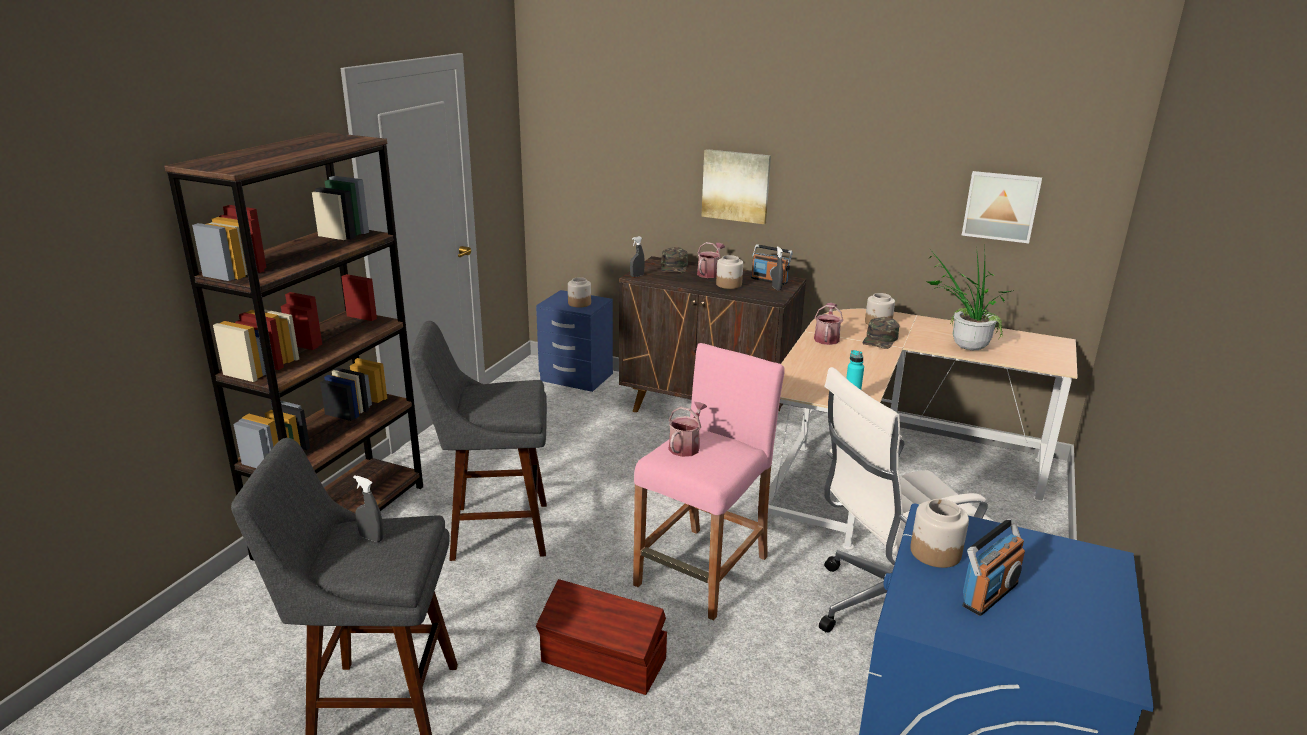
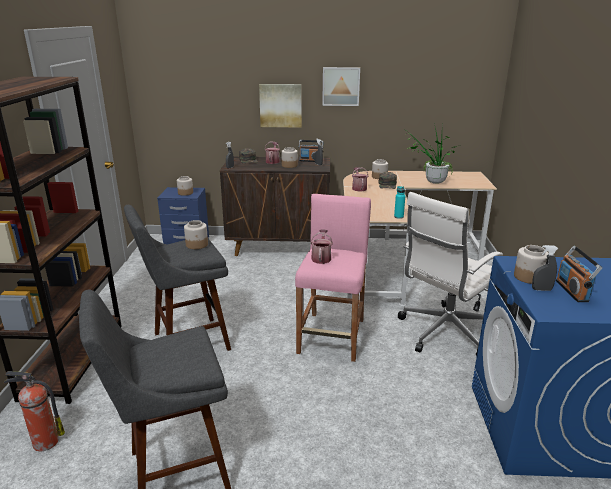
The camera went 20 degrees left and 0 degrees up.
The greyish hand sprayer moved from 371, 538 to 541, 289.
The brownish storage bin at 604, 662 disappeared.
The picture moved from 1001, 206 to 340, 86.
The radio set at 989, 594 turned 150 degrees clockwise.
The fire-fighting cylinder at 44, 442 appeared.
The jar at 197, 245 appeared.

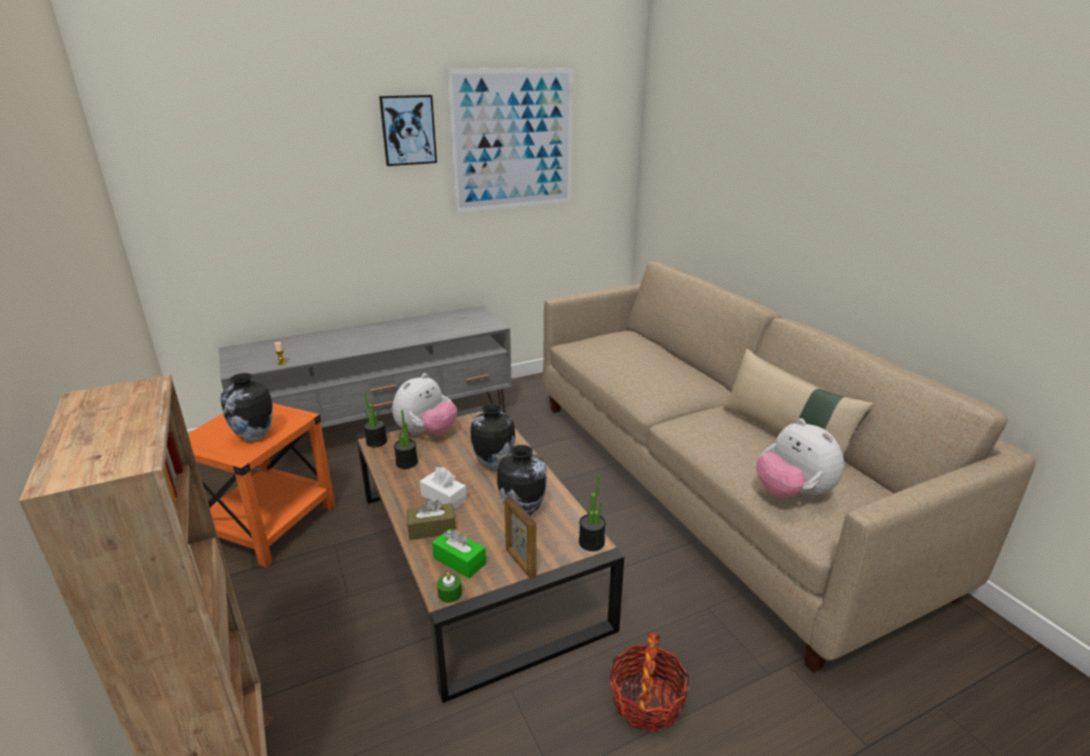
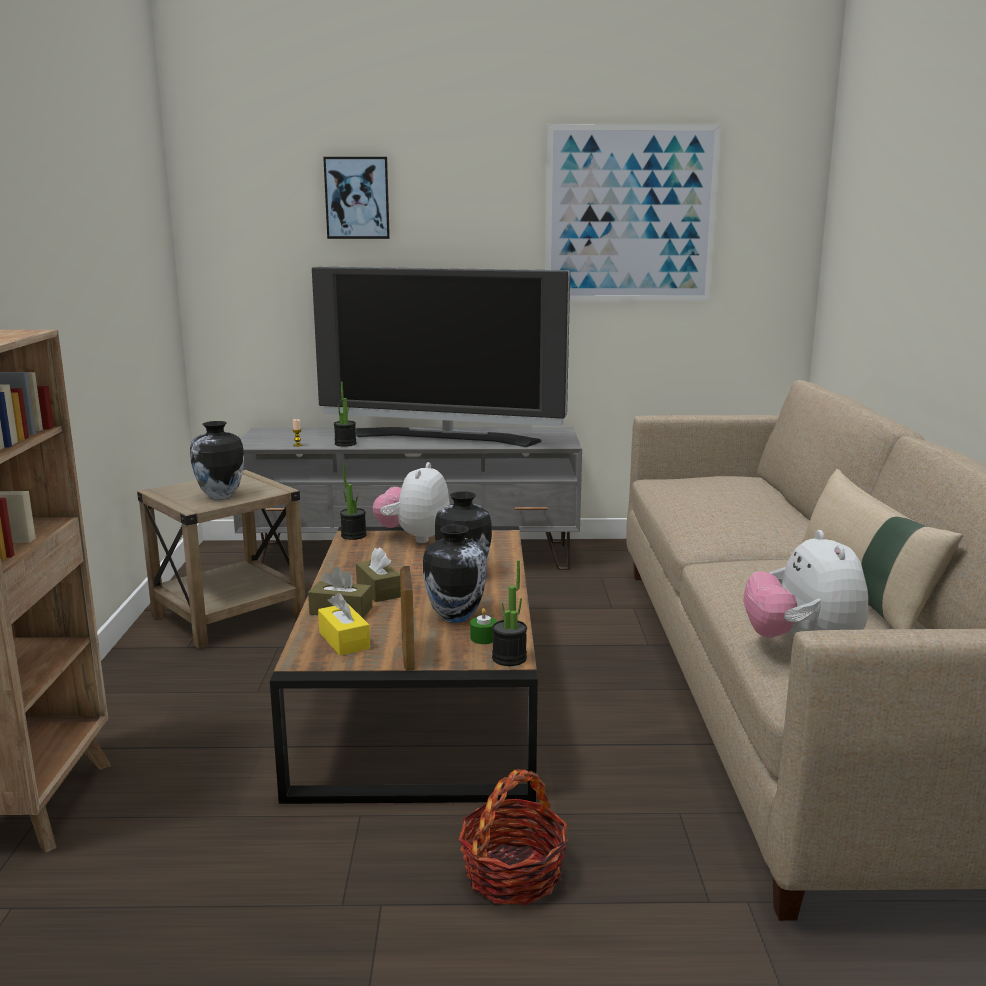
The camera went 25 degrees right and 10 degrees down.
The orangey accent table at 269, 524 became the beige-coloured accent table at 230, 616.
The picture moved from 408, 130 to 357, 198.
The cuddly toy at 426, 433 turned 135 degrees clockwise.
The potted plant moved from 407, 463 to 345, 444.
The white-coloured tissue box at 444, 498 became the brownish tissue box at 379, 590.
The greenish tissue box at 459, 561 became the yellowish tissue box at 344, 640.
The greenish wax light moved from 450, 593 to 483, 638.
The TV at 445, 438 appeared.

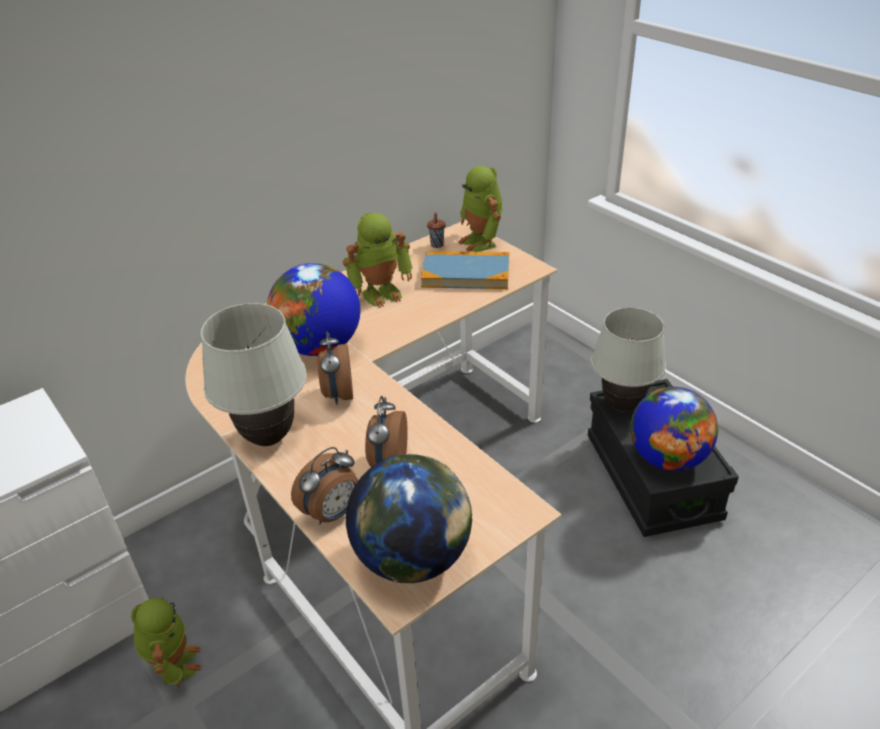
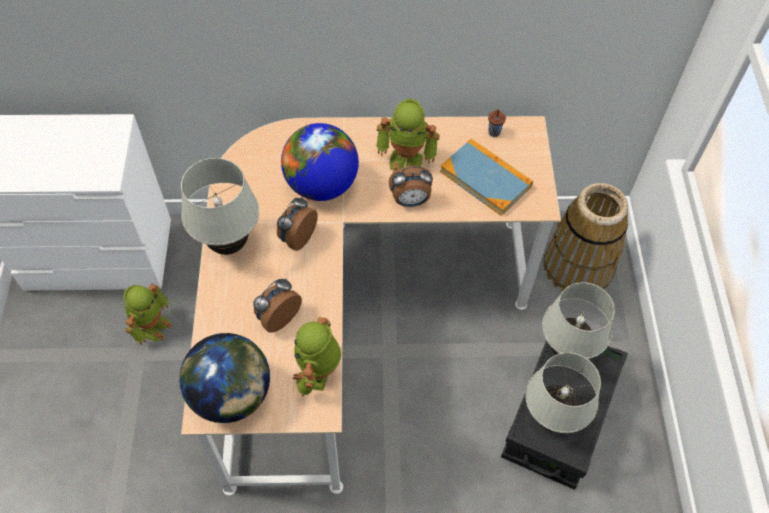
The camera went 35 degrees right and 20 degrees up.
The table clock moved from 332, 513 to 410, 201.
The robot figure moved from 481, 242 to 318, 373.
The world globe at 667, 458 was replaced by the white-coloured tabletop lamp at 551, 419.
The household basket at 578, 267 appeared.

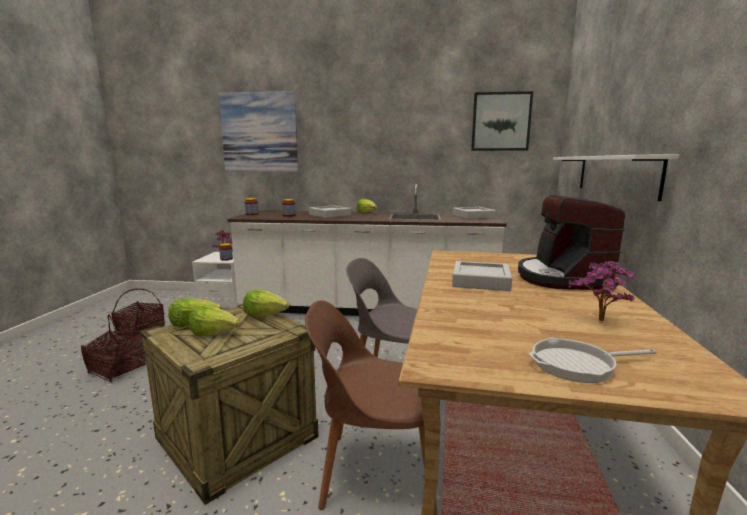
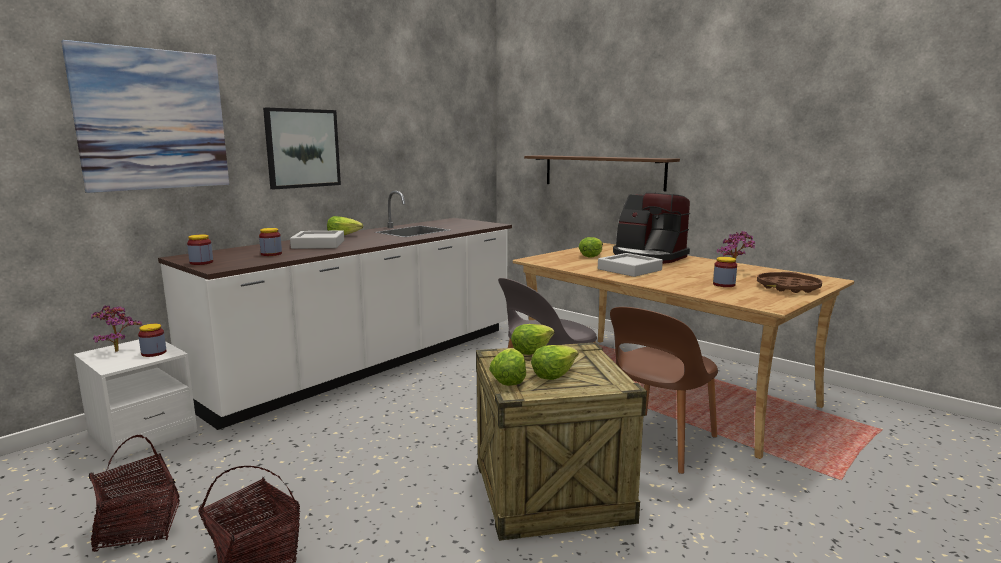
The camera went 55 degrees left and 0 degrees up.
The greyish carrying tray at 473, 216 disappeared.
The picture moved from 500, 122 to 302, 148.
The pan at 578, 364 was replaced by the brownish carrying tray at 788, 287.
The white-coloured shelf at 615, 174 became the brownish shelf at 603, 172.
The head of lettuce at 591, 256 appeared.
The jar at 724, 284 appeared.

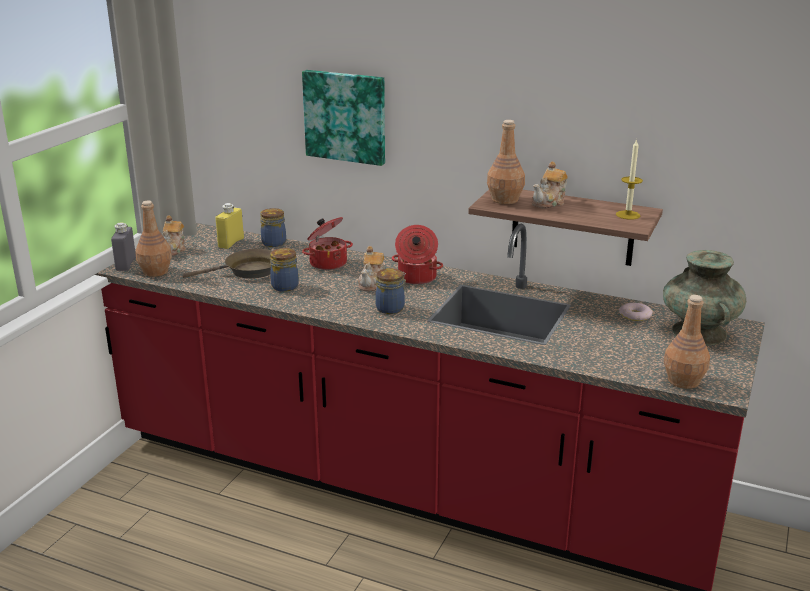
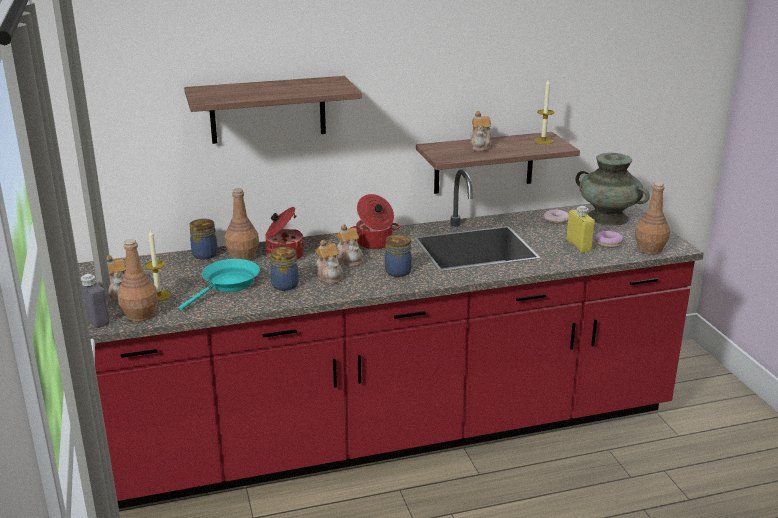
The camera went 40 degrees left and 0 degrees up.
The brownish pan at 248, 271 became the blue-green pan at 228, 284.
The yellowish drink bottle moved from 231, 243 to 578, 246.
The picture at 346, 116 was replaced by the shelf at 268, 110.
The brownish drink bottle moved from 505, 200 to 243, 257.
The wax light at 158, 296 appeared.
The tea pot at 330, 275 appeared.
The donut at 608, 243 appeared.

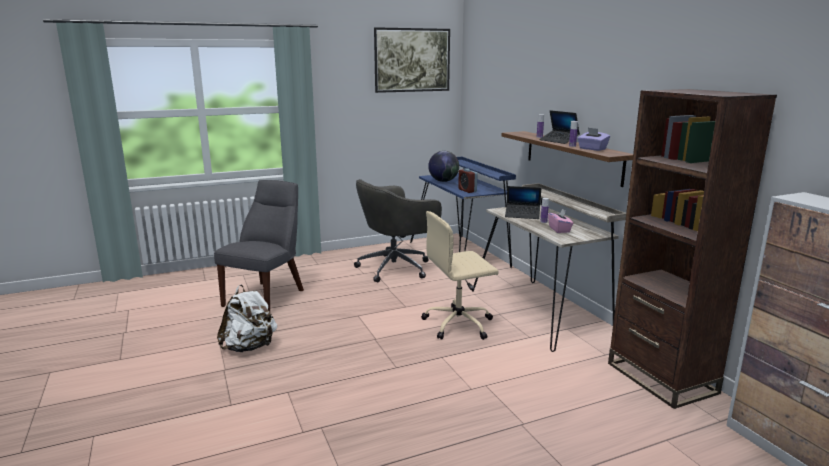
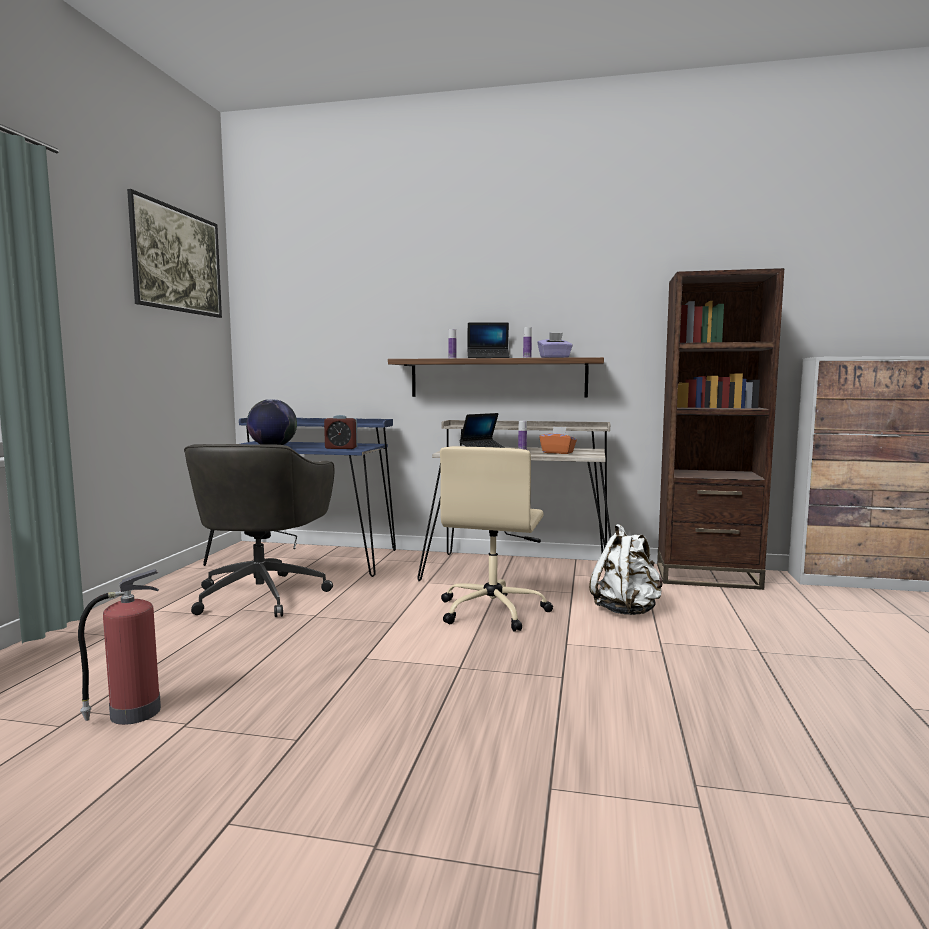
The camera went 55 degrees left and 10 degrees down.
The greyish plain chair at 267, 296 was replaced by the fire-fighting cylinder at 132, 713.
The white-coloured rucksack moved from 249, 347 to 627, 610.
The pinkish tissue box at 559, 229 became the orangey tissue box at 558, 452.

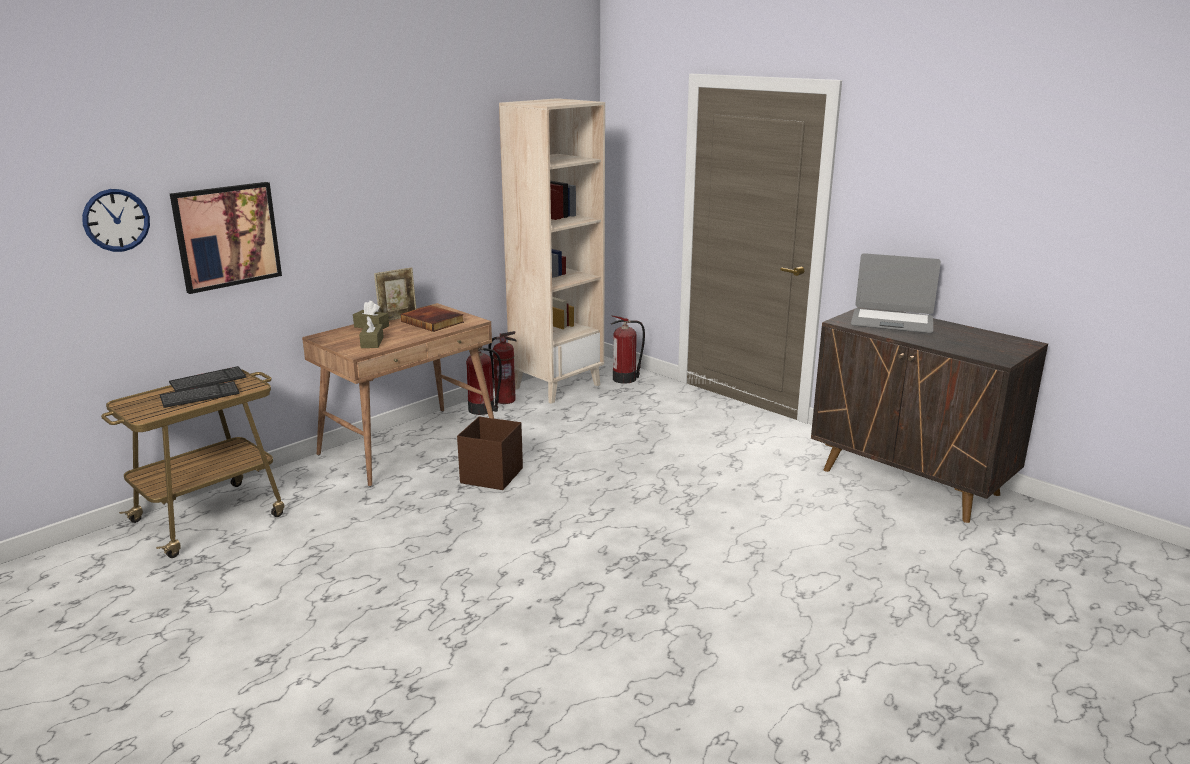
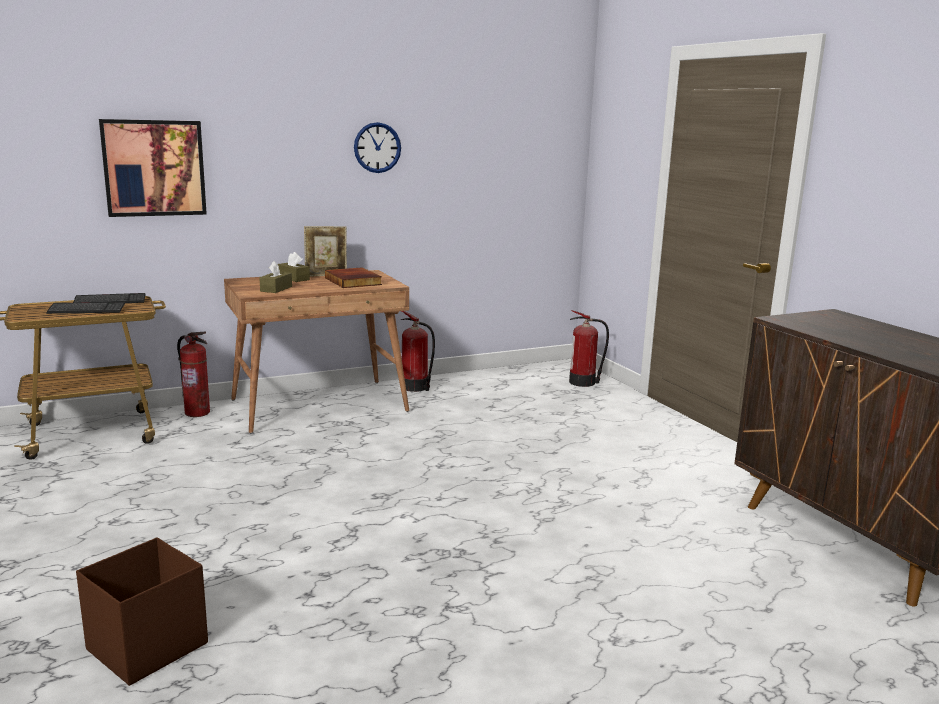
The camera went 20 degrees right and 5 degrees down.
The clock on the wall moved from 116, 220 to 377, 147.
The brownish storage bin moved from 491, 476 to 145, 647.
The fire-fighting cylinder moved from 505, 400 to 198, 412.
The beige-coloured bookshelf at 557, 386 disappeared.
The notebook computer at 892, 322 disappeared.

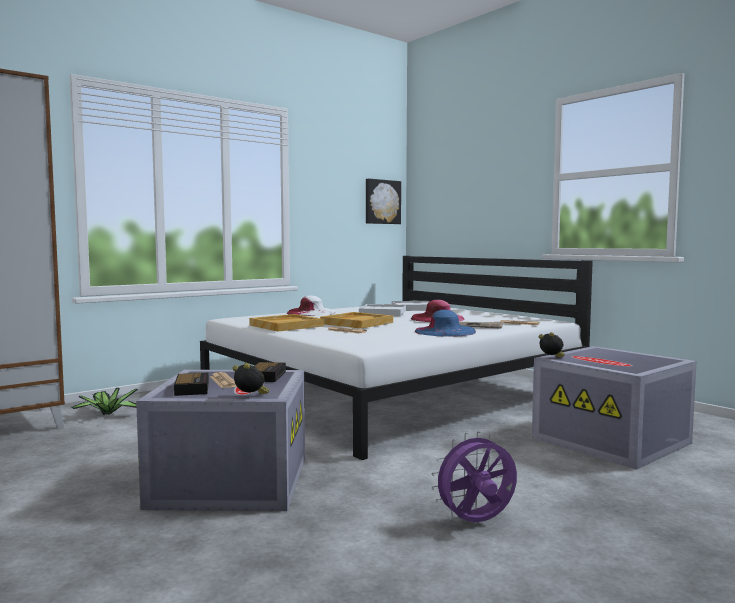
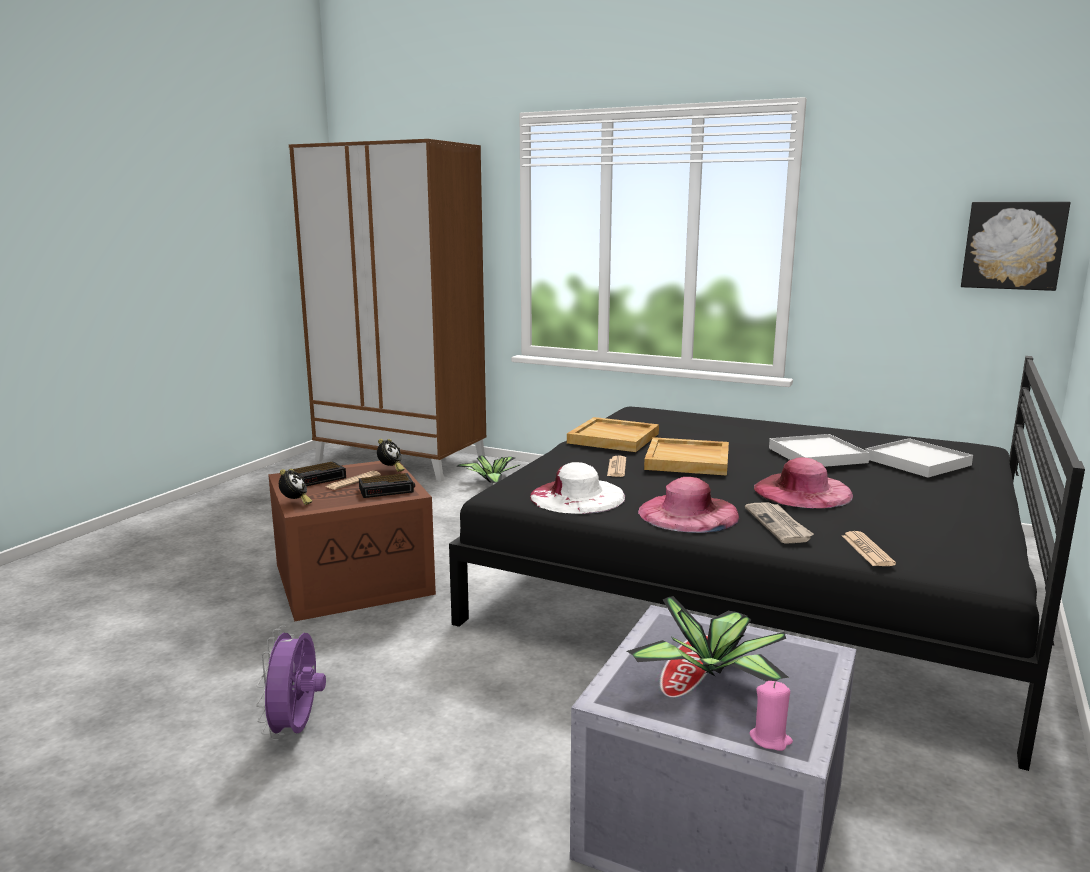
The camera went 65 degrees right and 10 degrees up.
The greyish storage bin at 229, 480 became the brownish storage bin at 355, 578.
The white-coloured sleeping bed at 390, 391 became the black sleeping bed at 757, 580.
The white-coloured wearable hat moved from 311, 312 to 577, 496.
The blue wearable hat at 444, 331 became the pinkish wearable hat at 688, 513.
The purple-coloured electric fan at 476, 523 turned 135 degrees counterclockwise.
The table clock moved from 551, 358 to 390, 469.
The potted plant at 713, 673 appeared.
The pinkish wax light at 770, 739 appeared.

